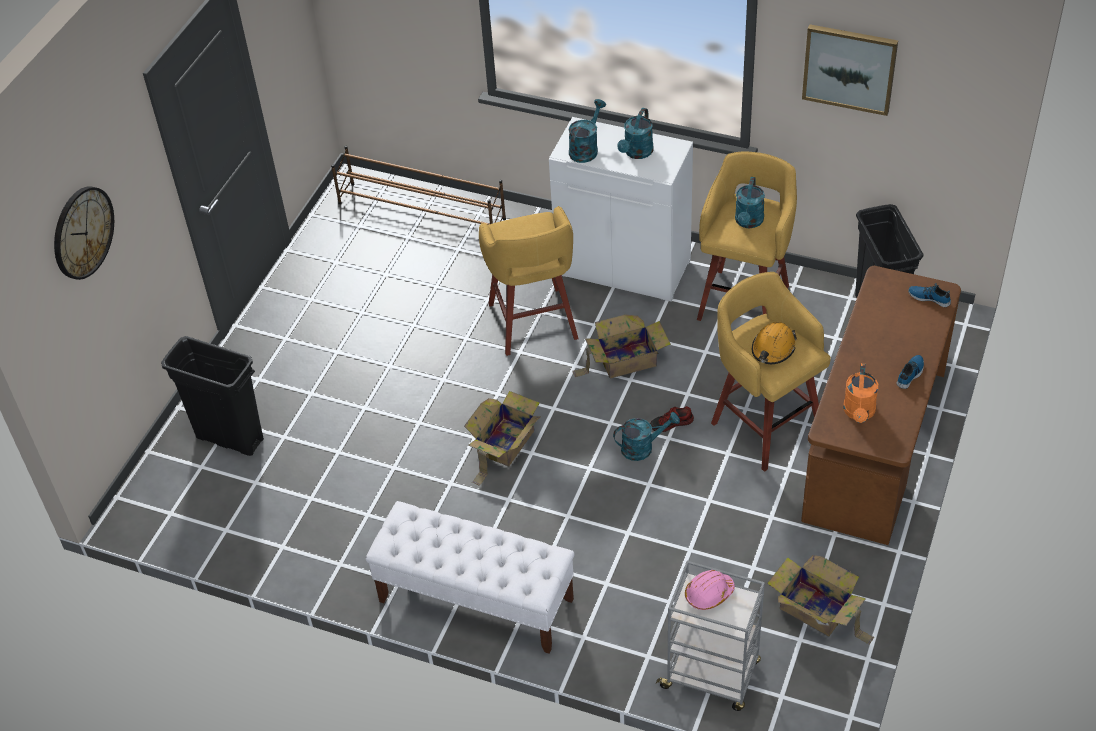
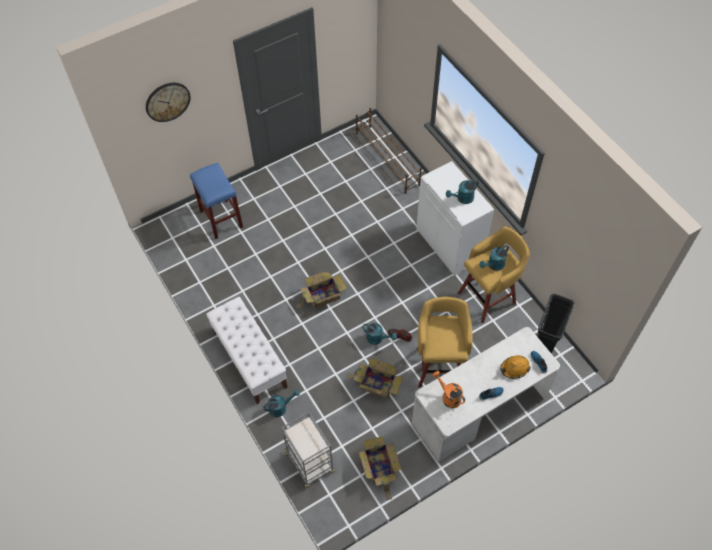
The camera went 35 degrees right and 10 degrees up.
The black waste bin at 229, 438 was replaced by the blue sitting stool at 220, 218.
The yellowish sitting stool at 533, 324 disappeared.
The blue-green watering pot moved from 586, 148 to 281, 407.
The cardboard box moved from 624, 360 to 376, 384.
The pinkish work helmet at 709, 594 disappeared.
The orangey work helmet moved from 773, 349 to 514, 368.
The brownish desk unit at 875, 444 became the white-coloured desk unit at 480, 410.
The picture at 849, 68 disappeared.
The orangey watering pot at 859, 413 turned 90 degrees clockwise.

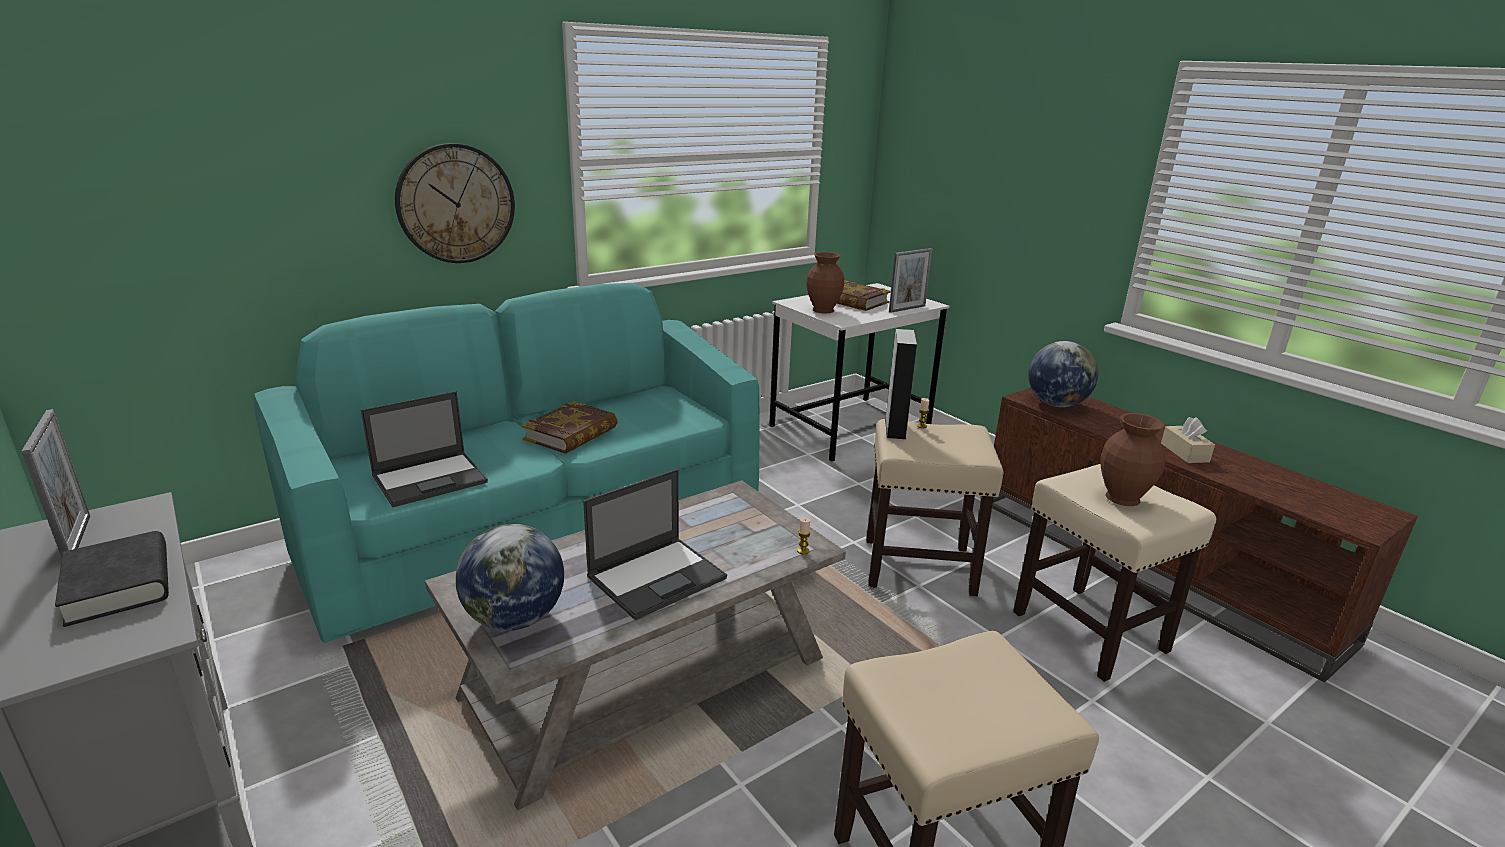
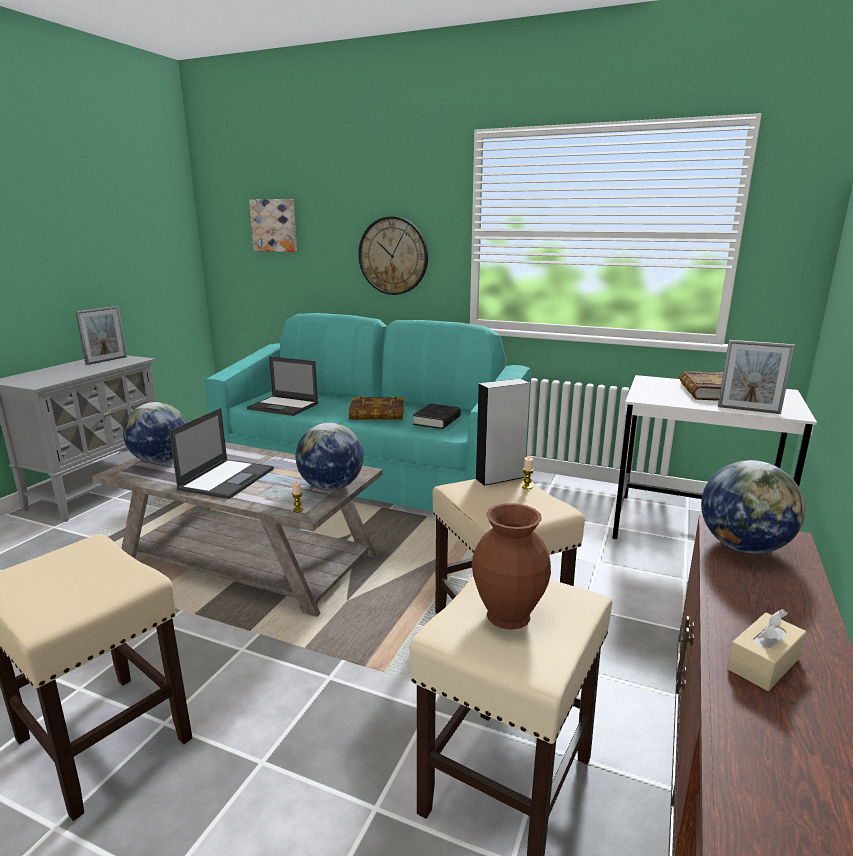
The camera went 60 degrees right and 5 degrees down.
The black bound book moved from 119, 585 to 437, 420.
The notebook computer at 658, 577 turned 90 degrees counterclockwise.
The brownish flower vase at 823, 310 disappeared.
The picture at 274, 225 appeared.
The world globe at 331, 487 appeared.

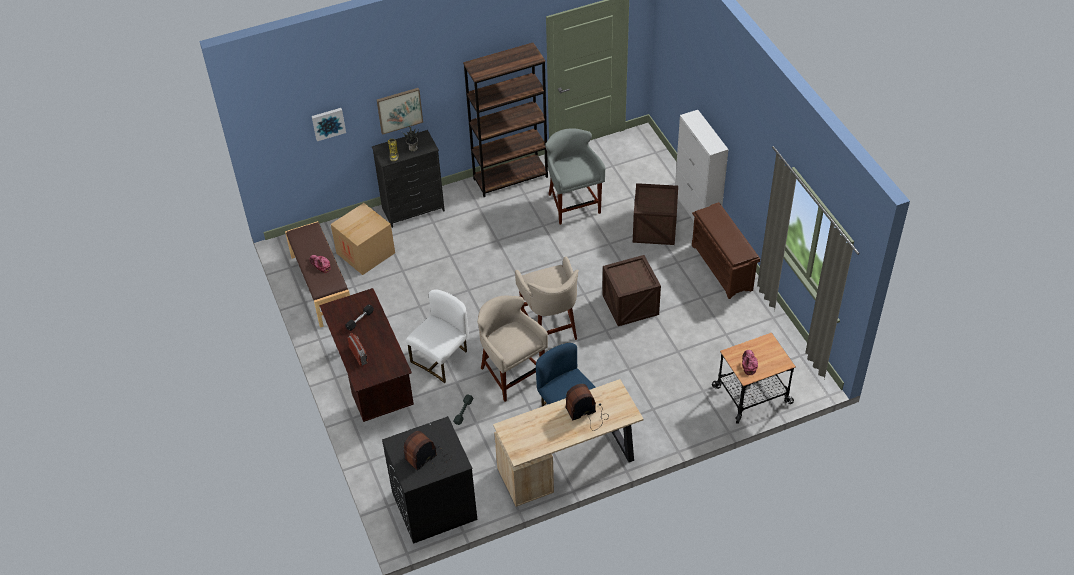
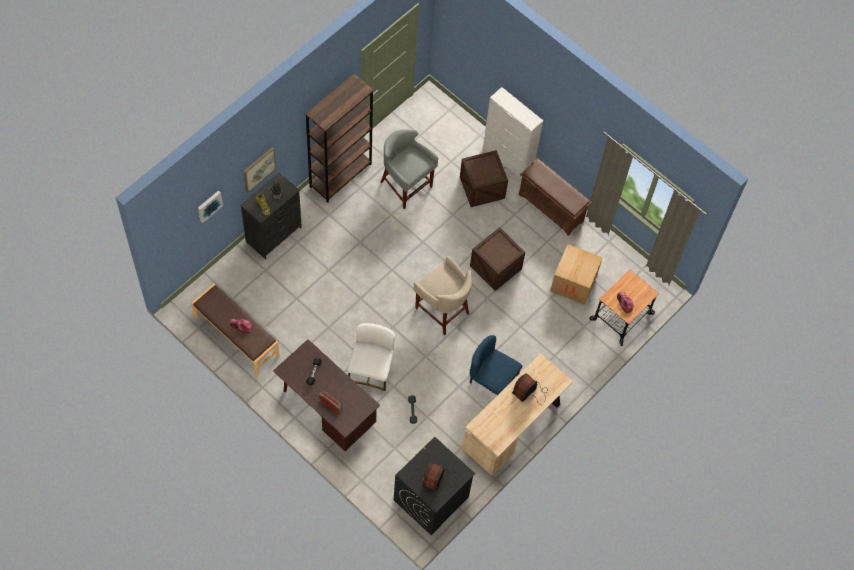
The camera went 30 degrees left and 15 degrees up.
The cardboard box moved from 365, 253 to 573, 282.
The beige-coloured sitting stool at 511, 375 disappeared.

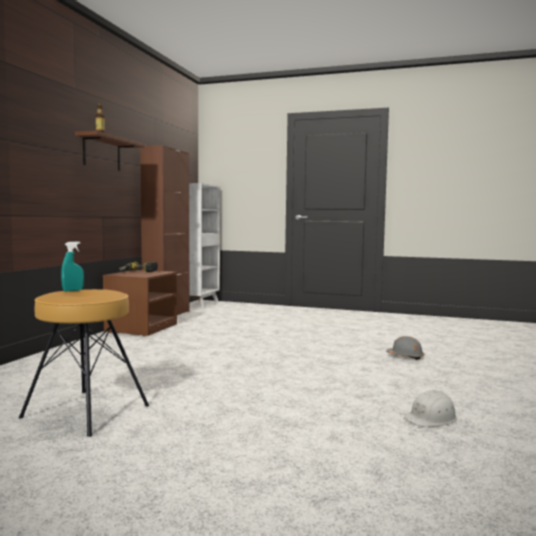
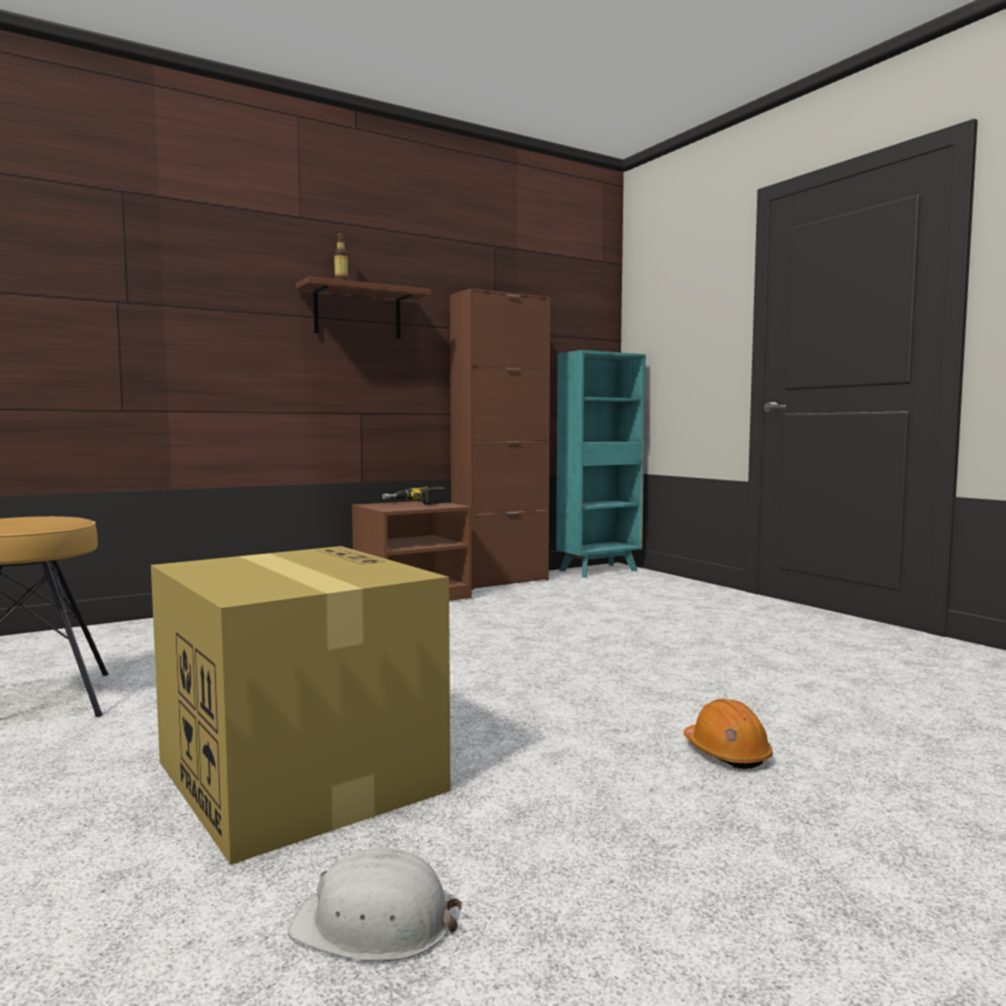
The camera went 40 degrees right and 0 degrees up.
The blue-green hand sprayer at 73, 290 disappeared.
The white-coloured bookshelf at 201, 304 became the blue-green bookshelf at 600, 570.
The greyish work helmet at 405, 356 became the orangey work helmet at 726, 753.
The cardboard box at 296, 775 appeared.

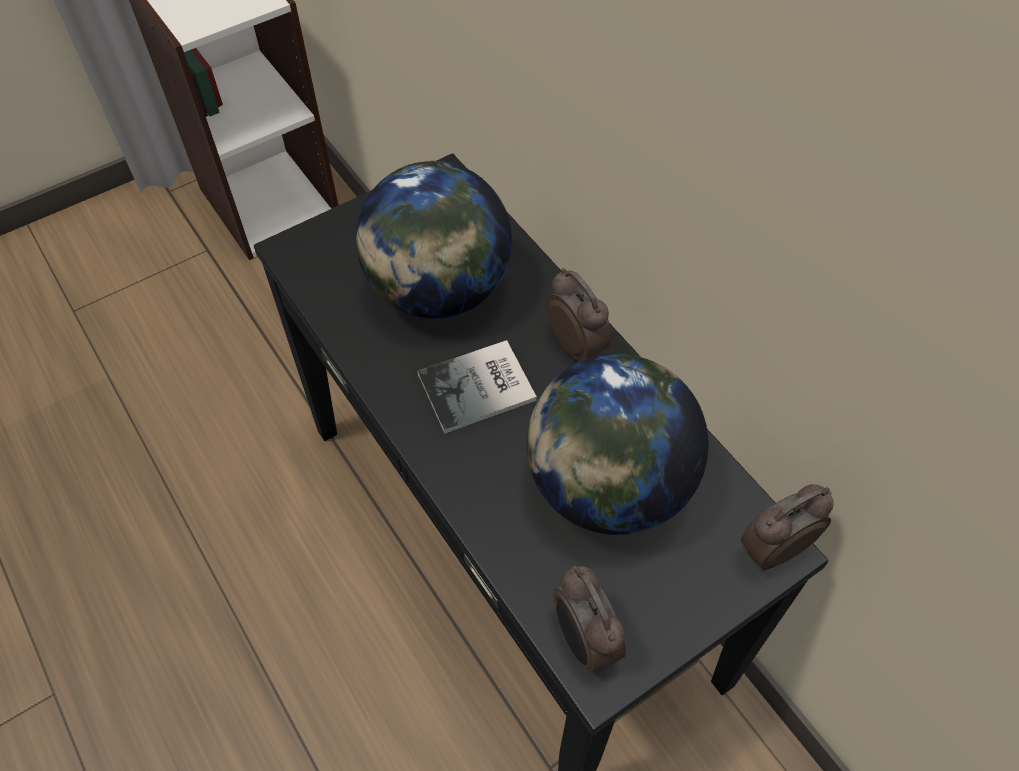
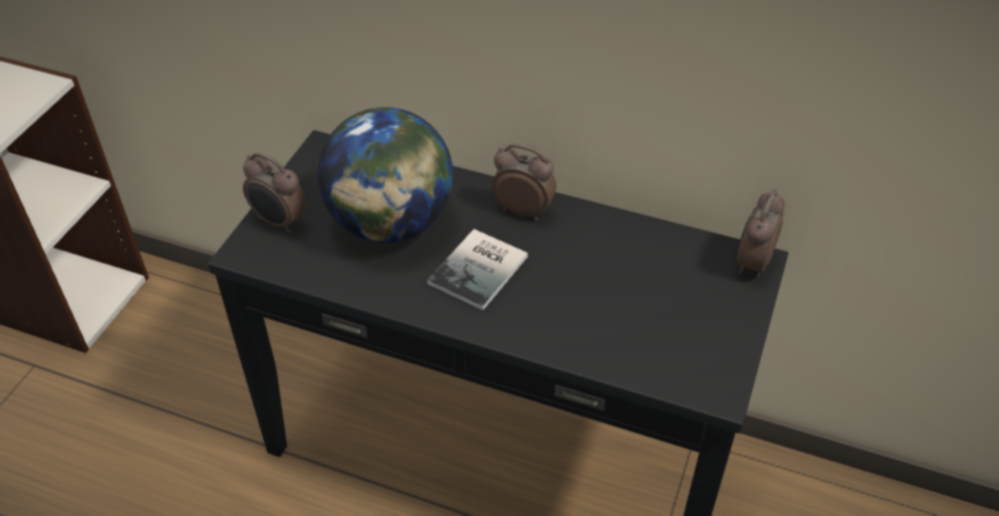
The camera went 35 degrees left and 10 degrees down.
The world globe at 607, 486 disappeared.
The table clock moved from 583, 640 to 279, 222.

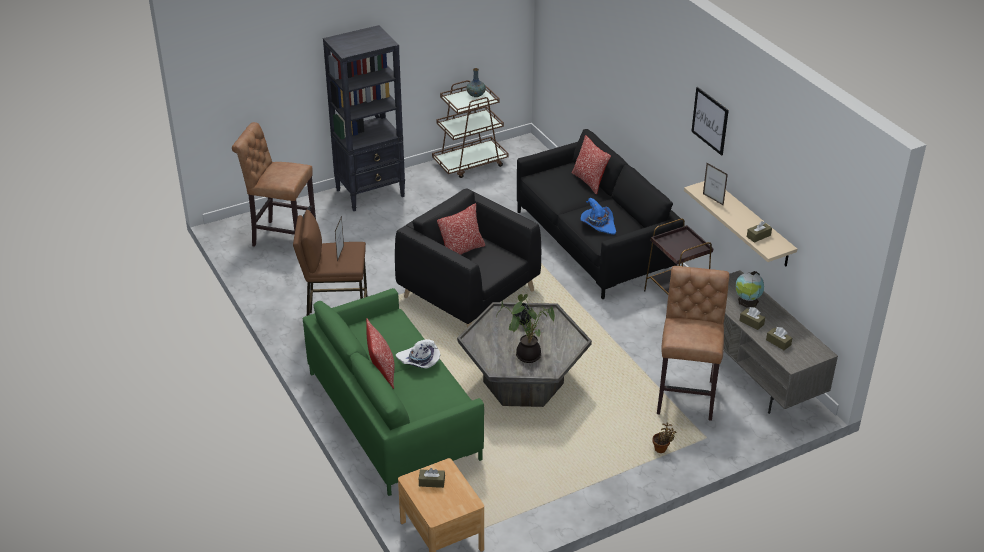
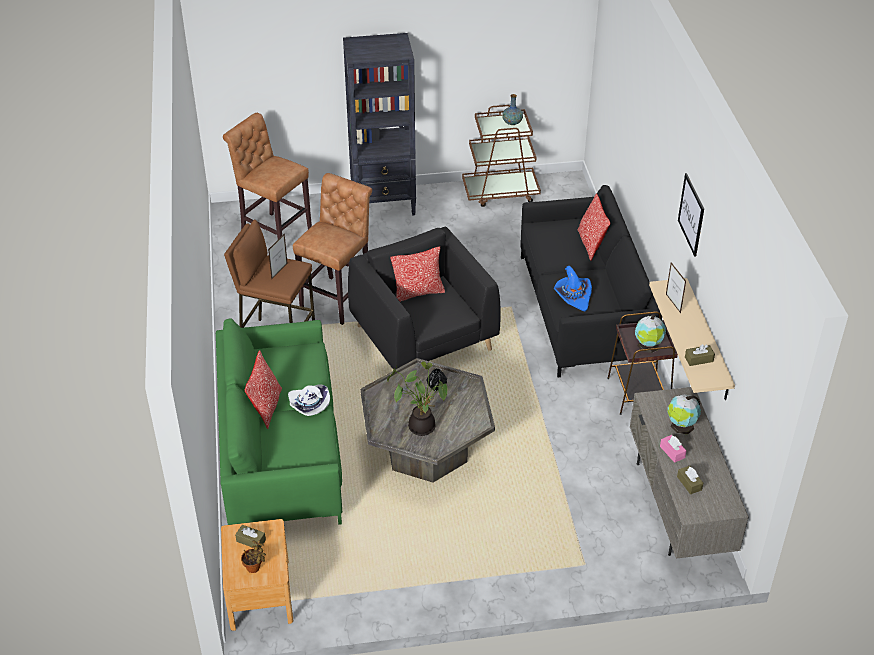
The camera went 20 degrees right and 5 degrees up.
The potted plant moved from 661, 449 to 255, 568.
The brownish sitting stool moved from 686, 394 to 338, 298.
The brownish tissue box at 751, 322 became the pinkish tissue box at 672, 452.
The world globe at 648, 346 appeared.

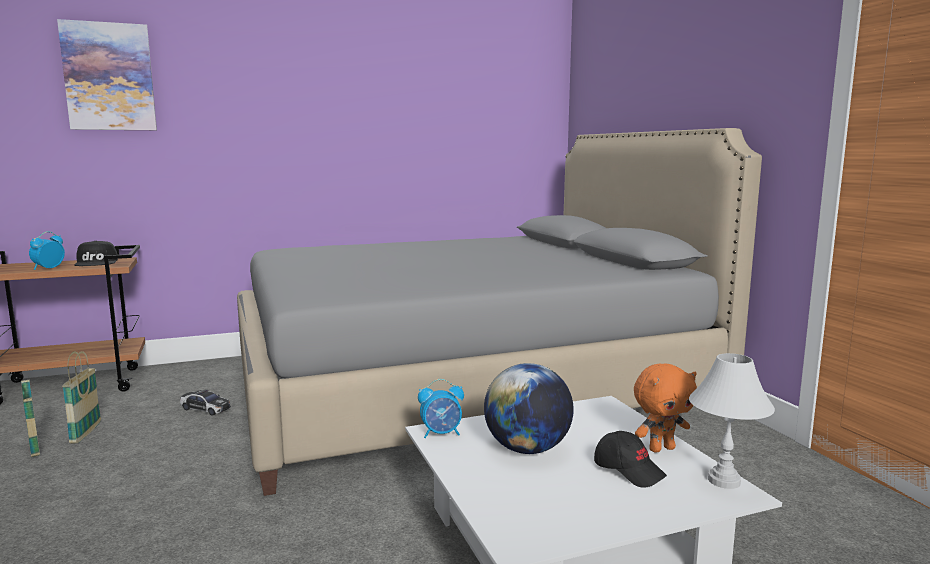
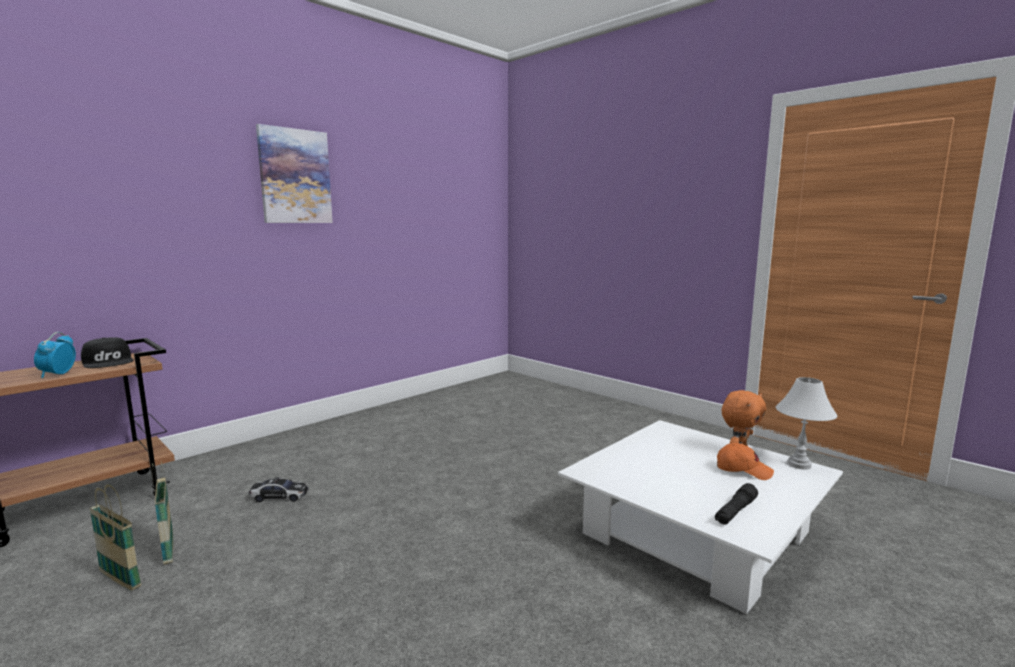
The camera went 25 degrees left and 0 degrees up.
The picture moved from 109, 77 to 295, 176.
The greyish sleeping bed at 465, 387 disappeared.
The table clock at 441, 433 disappeared.
The world globe at 527, 449 disappeared.
The black cap at 629, 470 became the orangey cap at 743, 470.
The black torch at 735, 511 appeared.

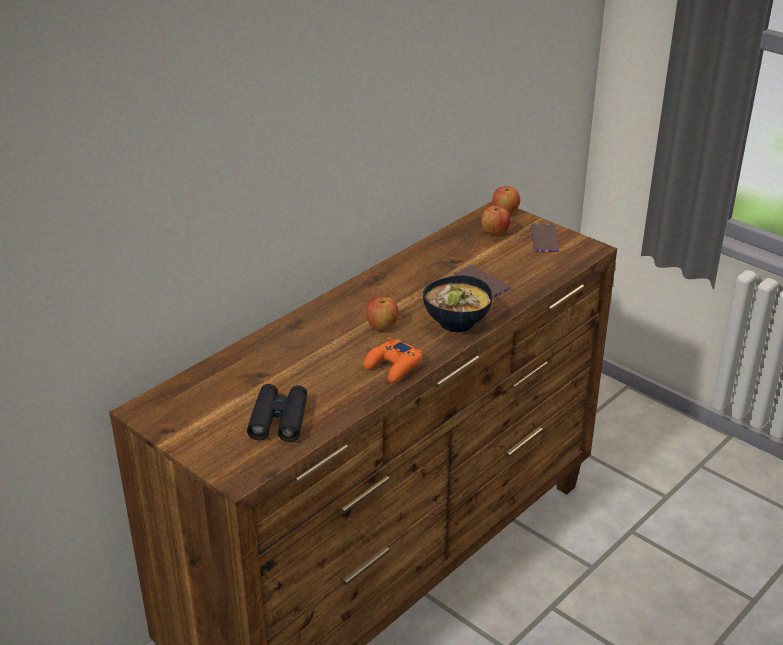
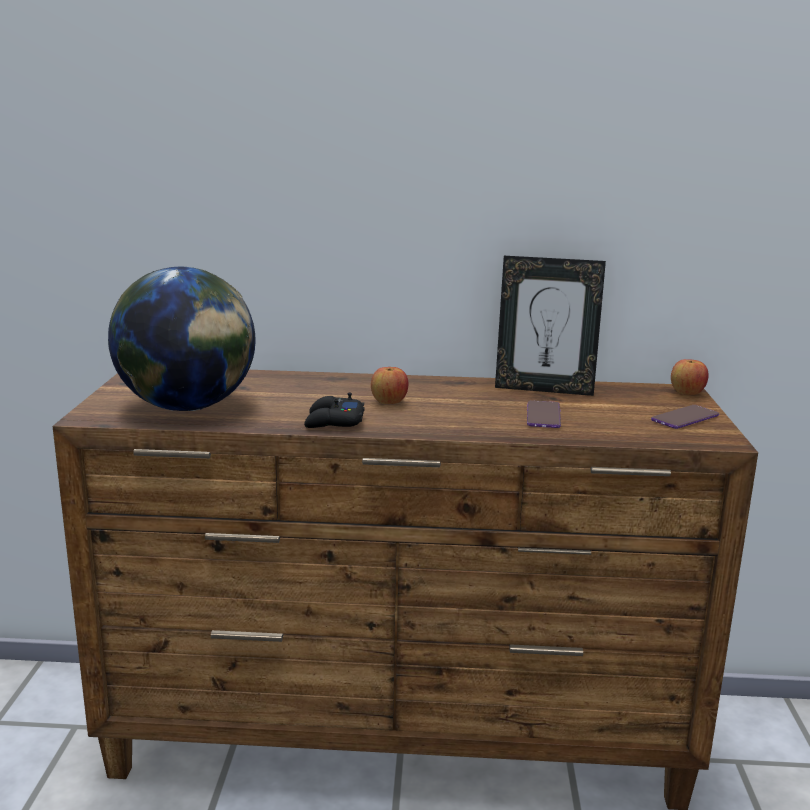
The camera went 50 degrees right and 15 degrees down.
The black pair of binoculars at 279, 419 was replaced by the world globe at 187, 408.
The orangey gamepad at 393, 366 became the black gamepad at 333, 421.
The bowl at 455, 322 disappeared.
The apple at 495, 232 disappeared.
The standing frame at 544, 389 appeared.

